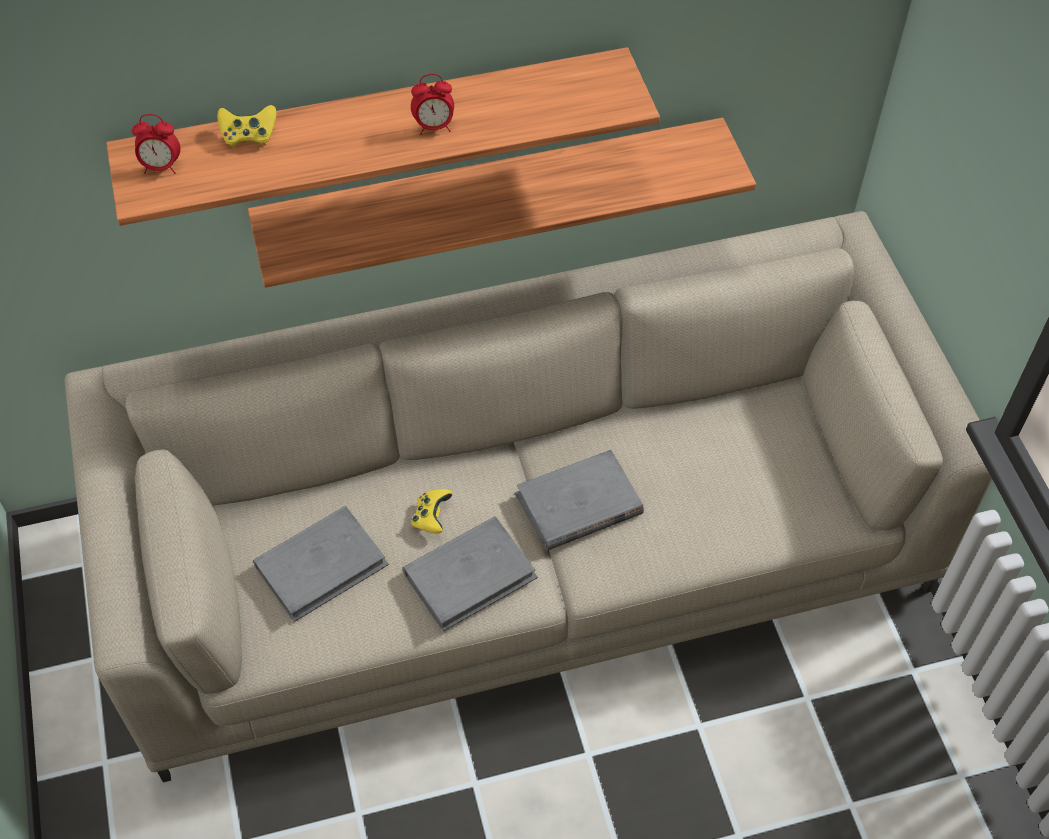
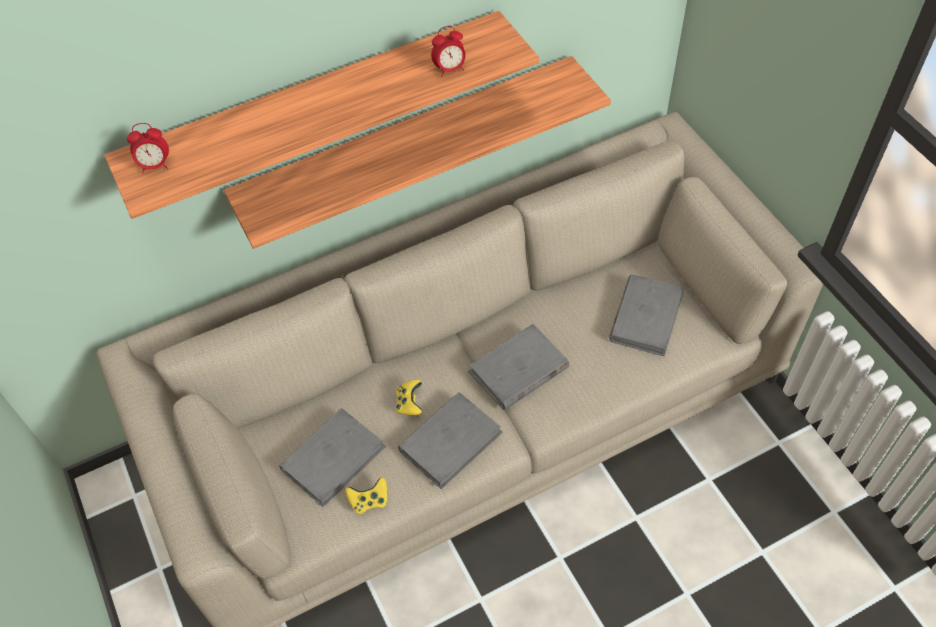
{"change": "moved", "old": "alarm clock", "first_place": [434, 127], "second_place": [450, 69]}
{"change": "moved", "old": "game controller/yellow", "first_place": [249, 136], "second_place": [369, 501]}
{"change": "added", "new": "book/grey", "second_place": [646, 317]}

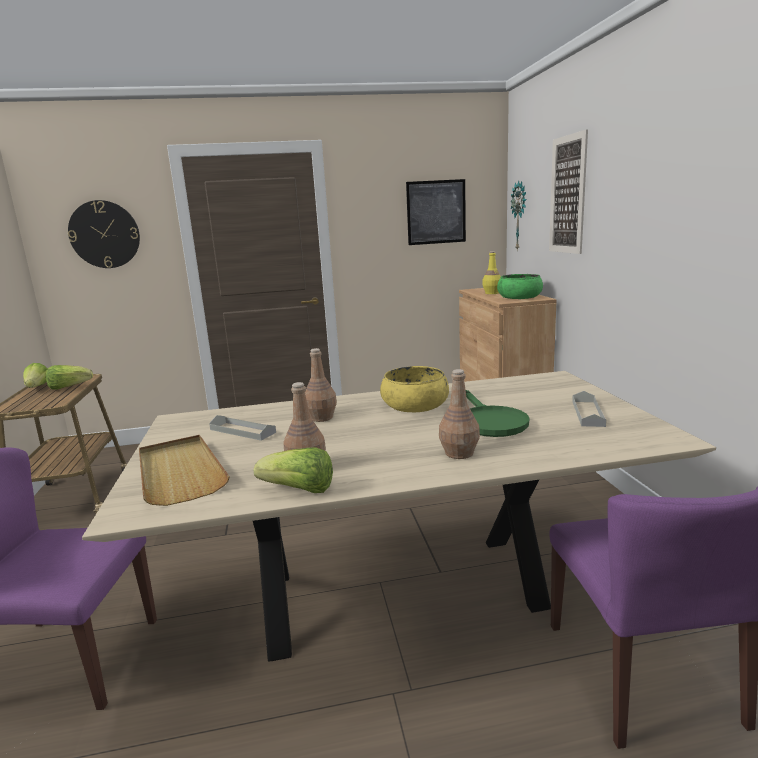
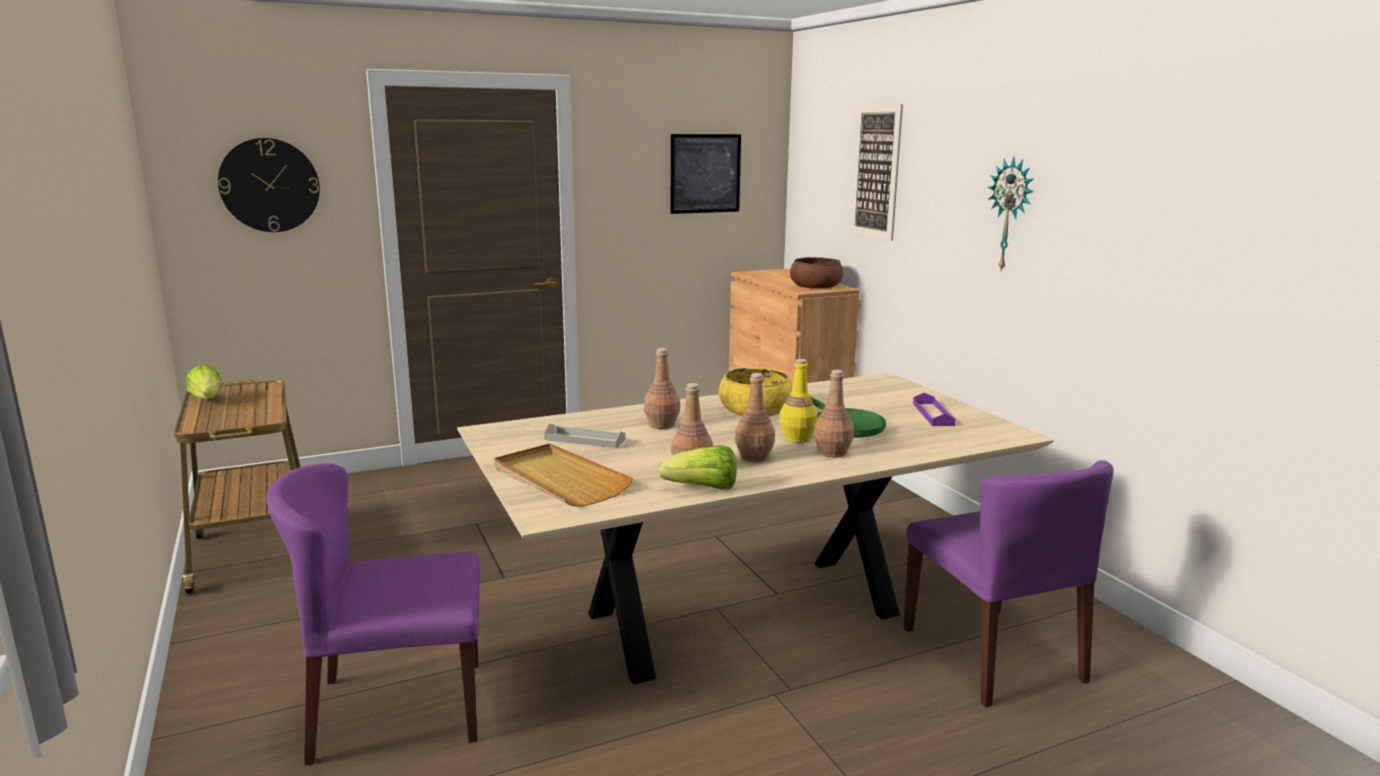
{"change": "moved", "old": "wall clock", "first_place": [520, 216], "second_place": [1011, 215]}
{"change": "moved", "old": "bottle/yellow", "first_place": [492, 293], "second_place": [797, 438]}
{"change": "recoloured", "old": "bowl/green", "new": "bowl/brown", "first_place": [519, 297], "second_place": [815, 286]}
{"change": "removed", "old": "lettuce", "first_place": [69, 387]}
{"change": "recoloured", "old": "tray/grey", "new": "tray/purple", "first_place": [588, 413], "second_place": [933, 414]}
{"change": "added", "new": "bottle/brown", "second_place": [753, 457]}

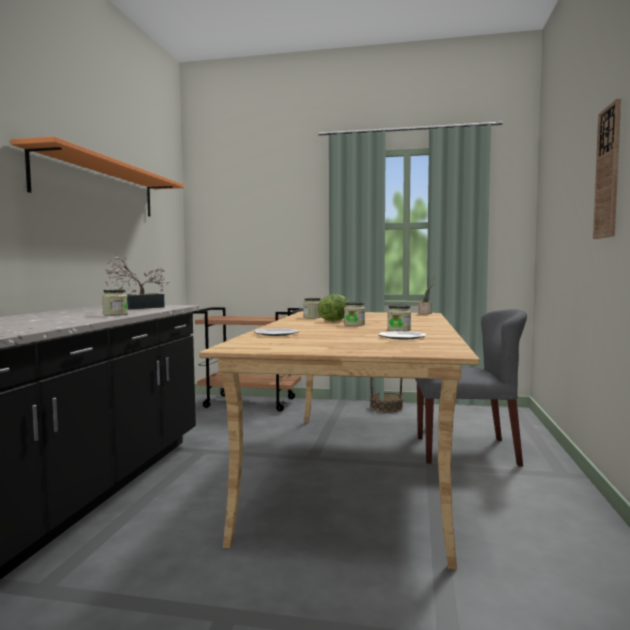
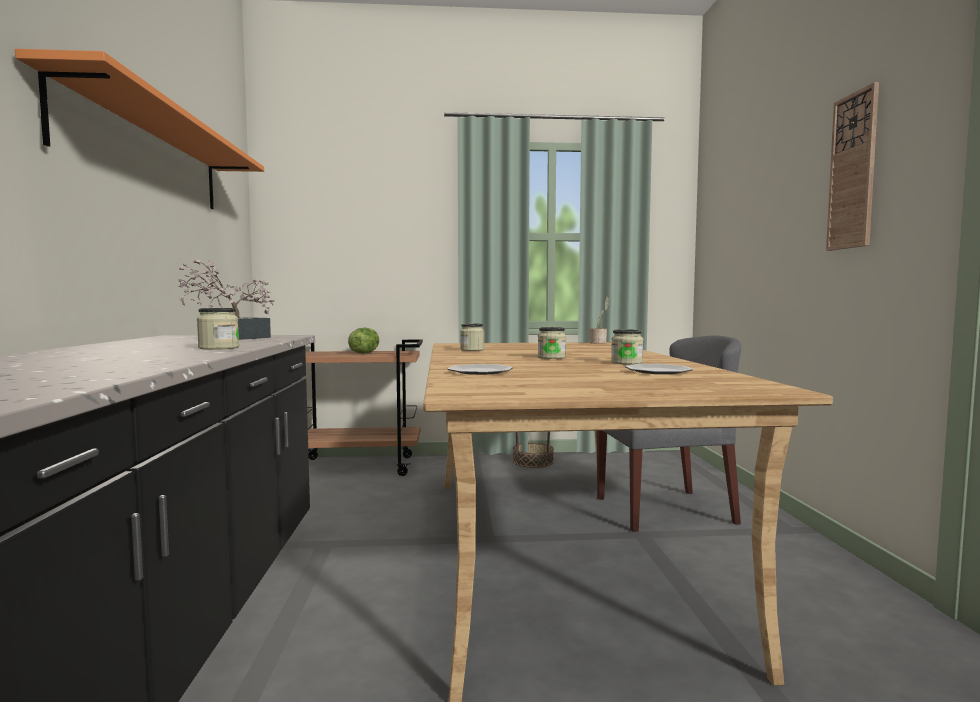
{"change": "moved", "old": "lettuce", "first_place": [334, 320], "second_place": [364, 353]}

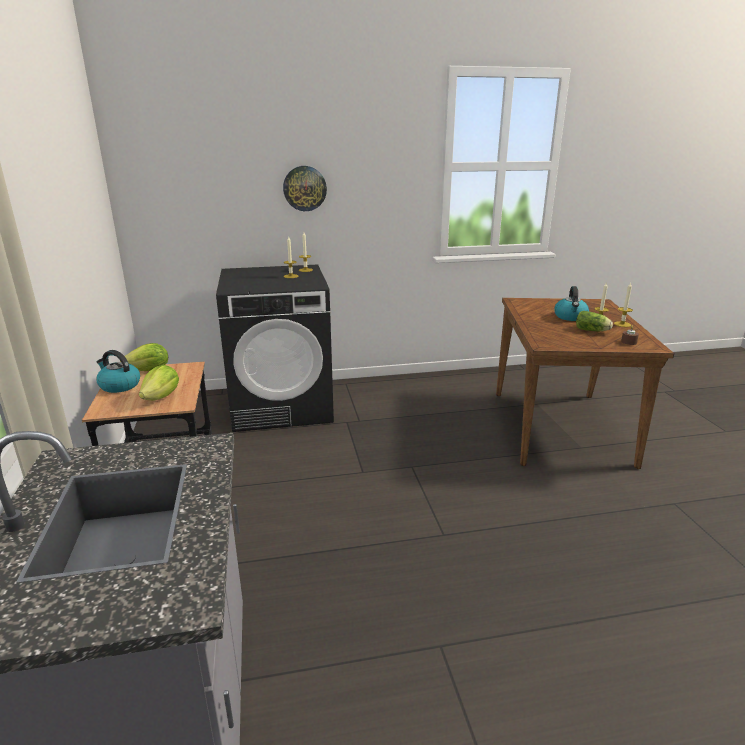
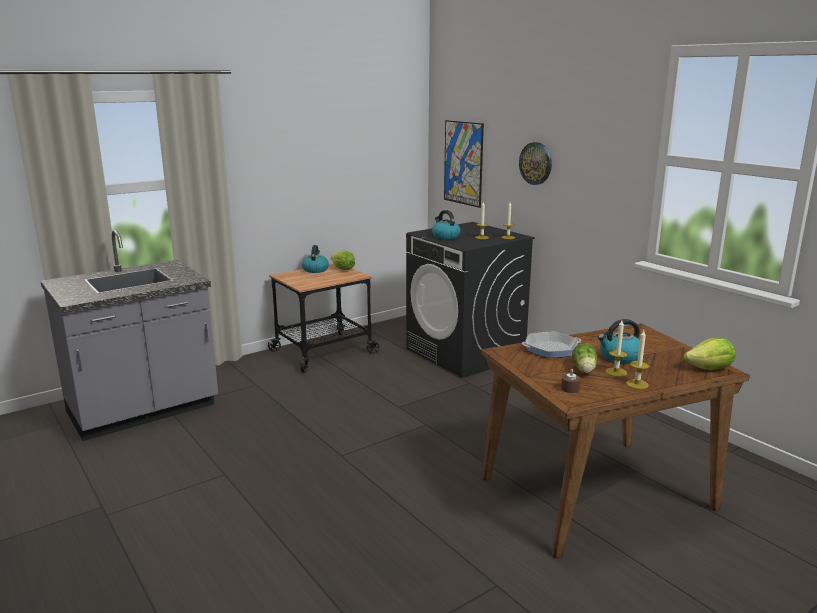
{"change": "moved", "old": "lettuce", "first_place": [162, 397], "second_place": [710, 369]}
{"change": "added", "new": "picture", "second_place": [463, 163]}
{"change": "added", "new": "kettle", "second_place": [445, 237]}
{"change": "added", "new": "frying pan", "second_place": [551, 349]}

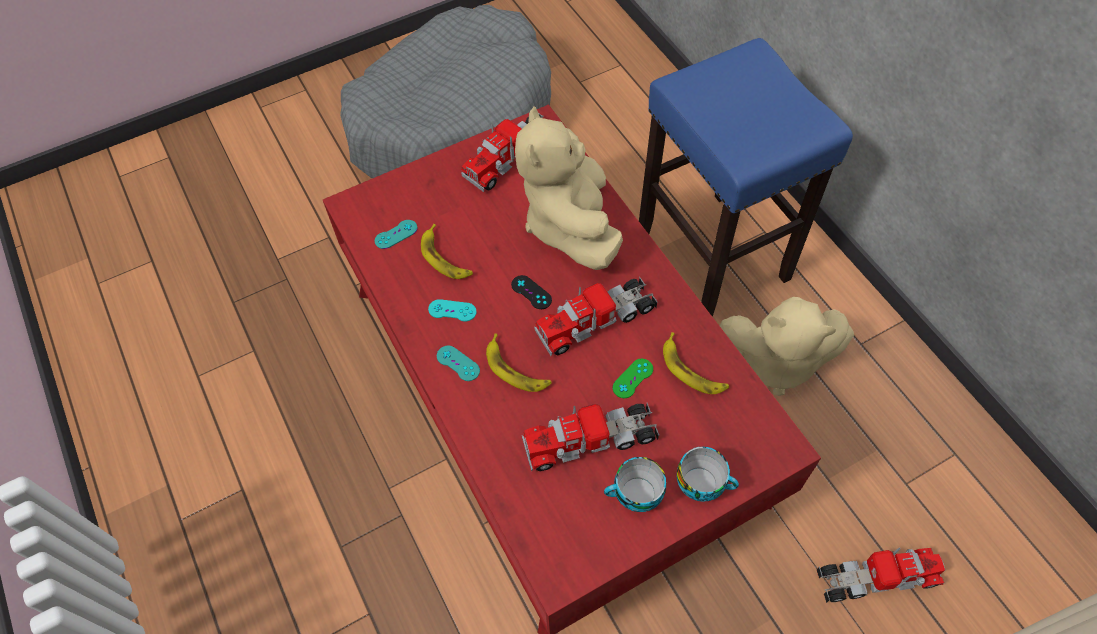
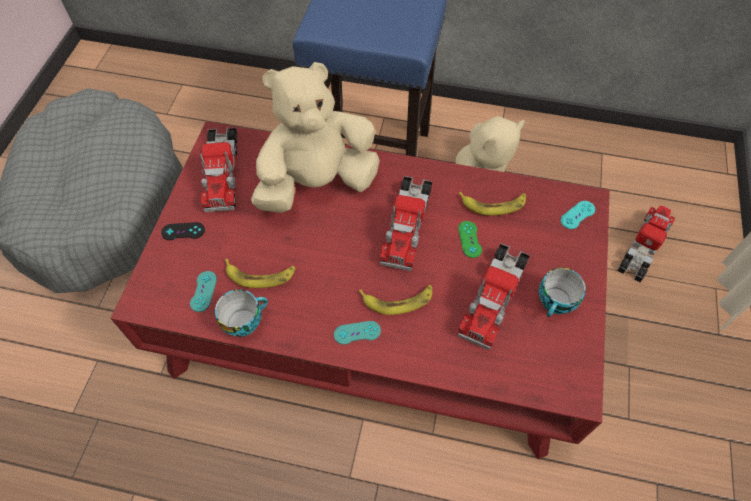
{"change": "turned", "old": "plush toy/beige", "first_place": [570, 224], "second_place": [317, 183], "degrees": 120}
{"change": "moved", "old": "game controller/black", "first_place": [531, 292], "second_place": [183, 231]}
{"change": "moved", "old": "game controller/turquoise", "first_place": [452, 310], "second_place": [577, 215]}
{"change": "moved", "old": "cup", "first_place": [702, 483], "second_place": [244, 321]}

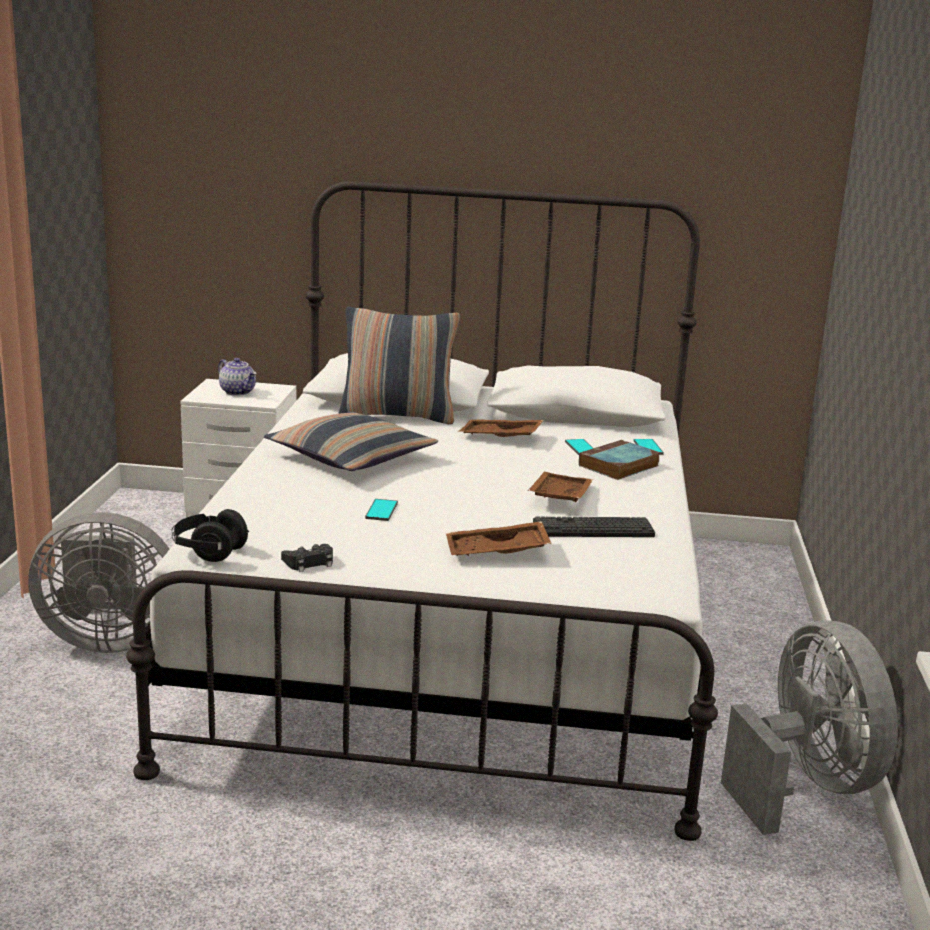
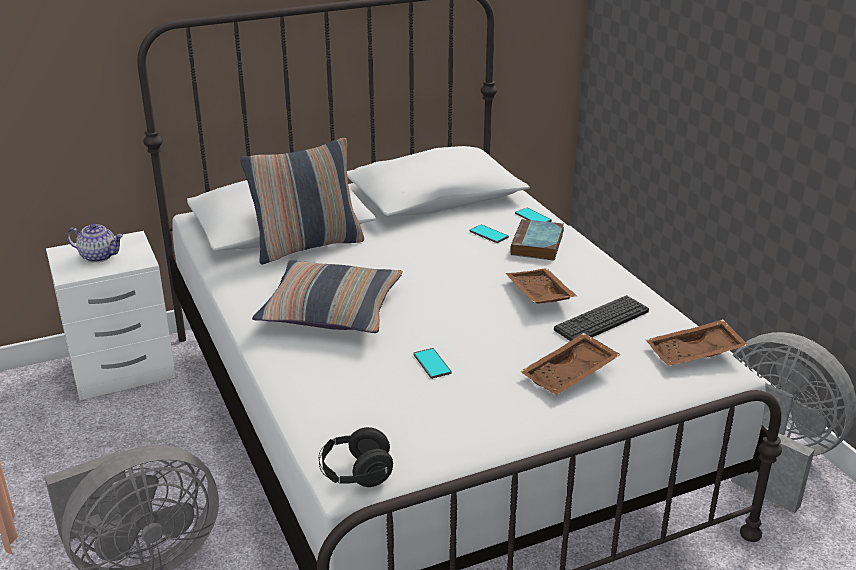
{"change": "moved", "old": "tray/brown", "first_place": [500, 437], "second_place": [695, 354]}
{"change": "removed", "old": "game controller/black", "first_place": [309, 563]}

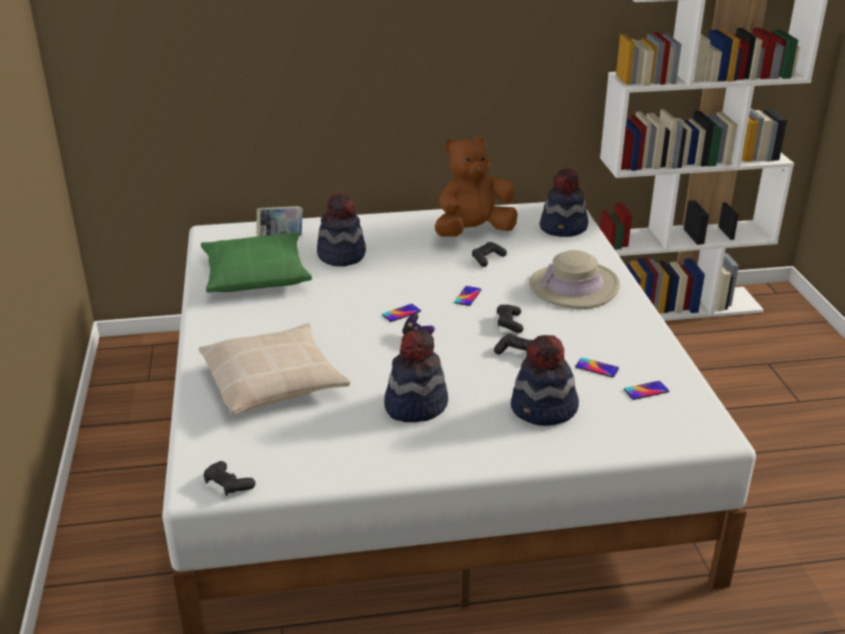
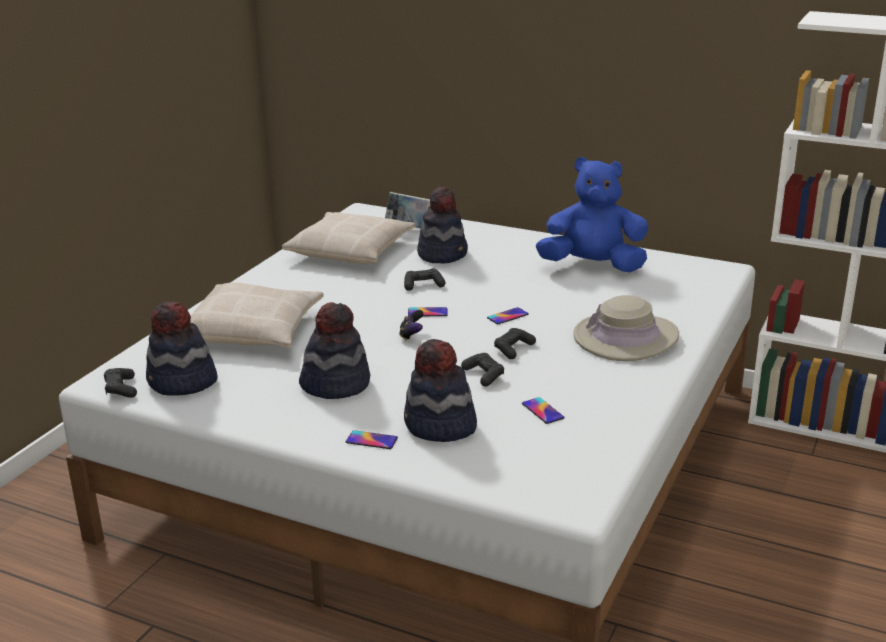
{"change": "recoloured", "old": "plush toy/brown", "new": "plush toy/blue", "first_place": [473, 232], "second_place": [593, 266]}
{"change": "moved", "old": "hat", "first_place": [564, 228], "second_place": [182, 382]}
{"change": "recoloured", "old": "pillow/green", "new": "pillow/beige", "first_place": [256, 274], "second_place": [351, 250]}
{"change": "moved", "old": "game controller/black", "first_place": [487, 259], "second_place": [423, 285]}
{"change": "moved", "old": "phone", "first_place": [646, 390], "second_place": [371, 440]}

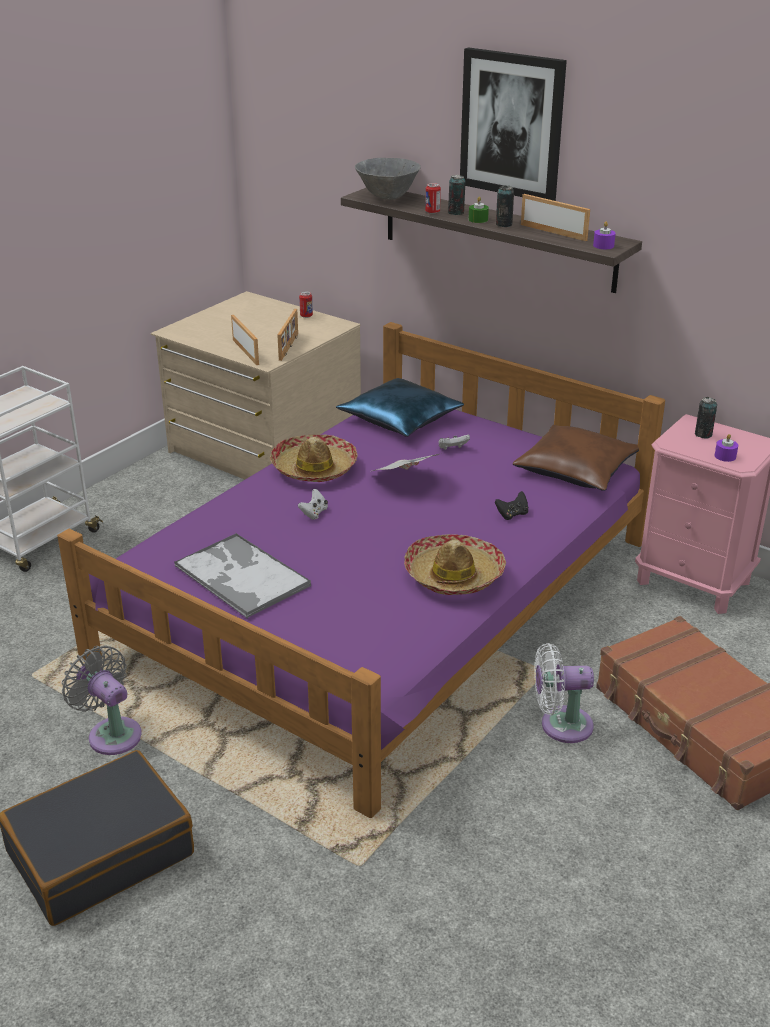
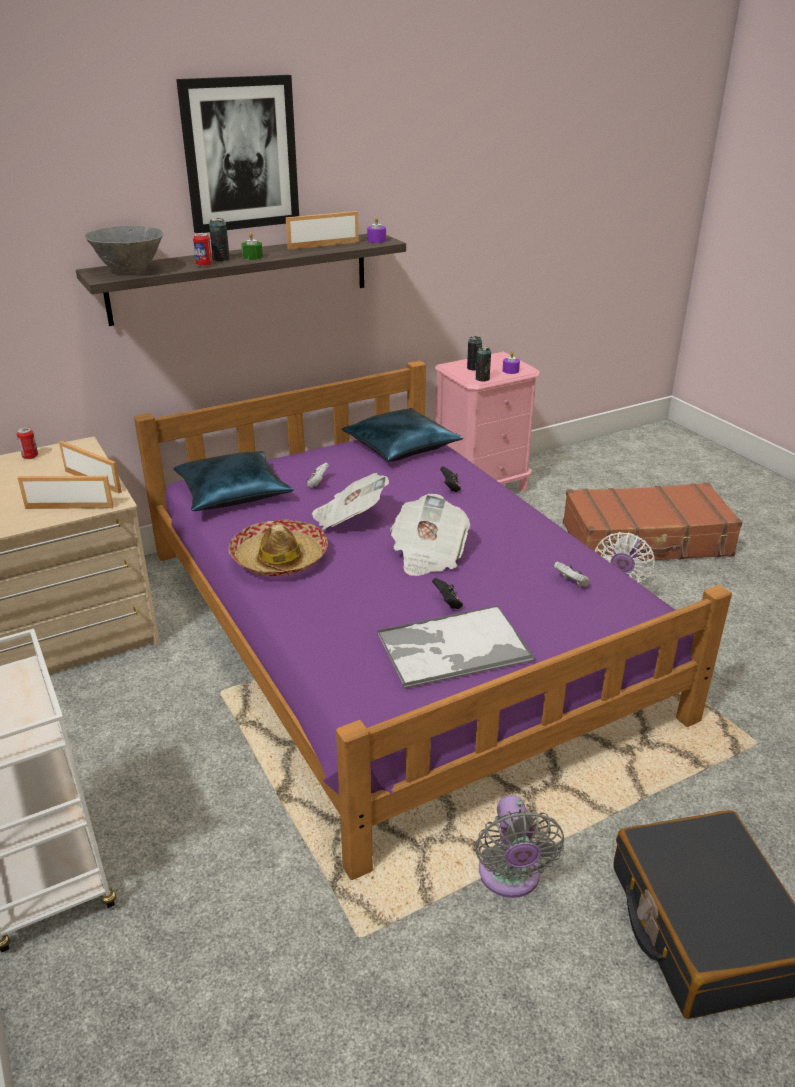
{"change": "moved", "old": "can", "first_place": [504, 224], "second_place": [482, 379]}
{"change": "recoloured", "old": "pillow/brown", "new": "pillow/blue", "first_place": [576, 469], "second_place": [400, 446]}
{"change": "moved", "old": "game controller/white", "first_place": [314, 513], "second_place": [571, 583]}
{"change": "removed", "old": "hat", "first_place": [454, 575]}
{"change": "turned", "old": "fan/grey", "first_place": [112, 733], "second_place": [510, 877], "degrees": -75}
{"change": "added", "new": "newspaper", "second_place": [428, 554]}
{"change": "added", "new": "game controller/black", "second_place": [448, 603]}

